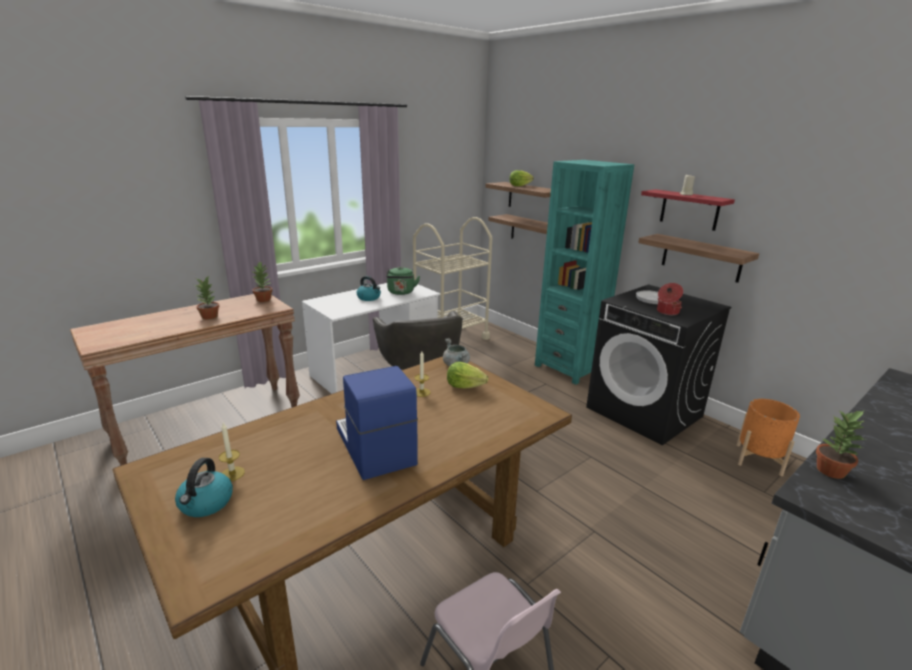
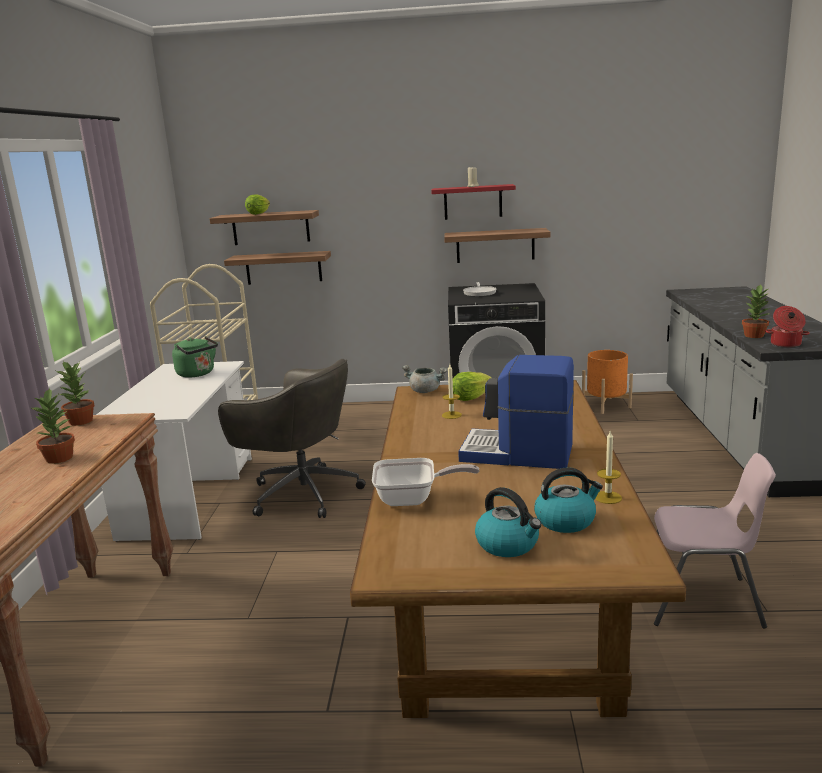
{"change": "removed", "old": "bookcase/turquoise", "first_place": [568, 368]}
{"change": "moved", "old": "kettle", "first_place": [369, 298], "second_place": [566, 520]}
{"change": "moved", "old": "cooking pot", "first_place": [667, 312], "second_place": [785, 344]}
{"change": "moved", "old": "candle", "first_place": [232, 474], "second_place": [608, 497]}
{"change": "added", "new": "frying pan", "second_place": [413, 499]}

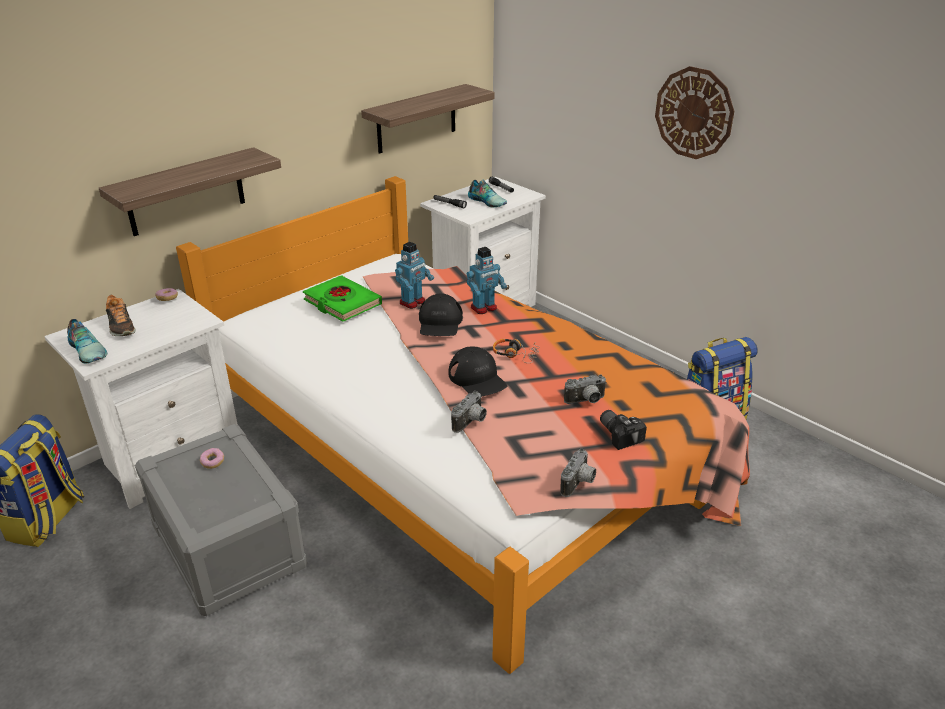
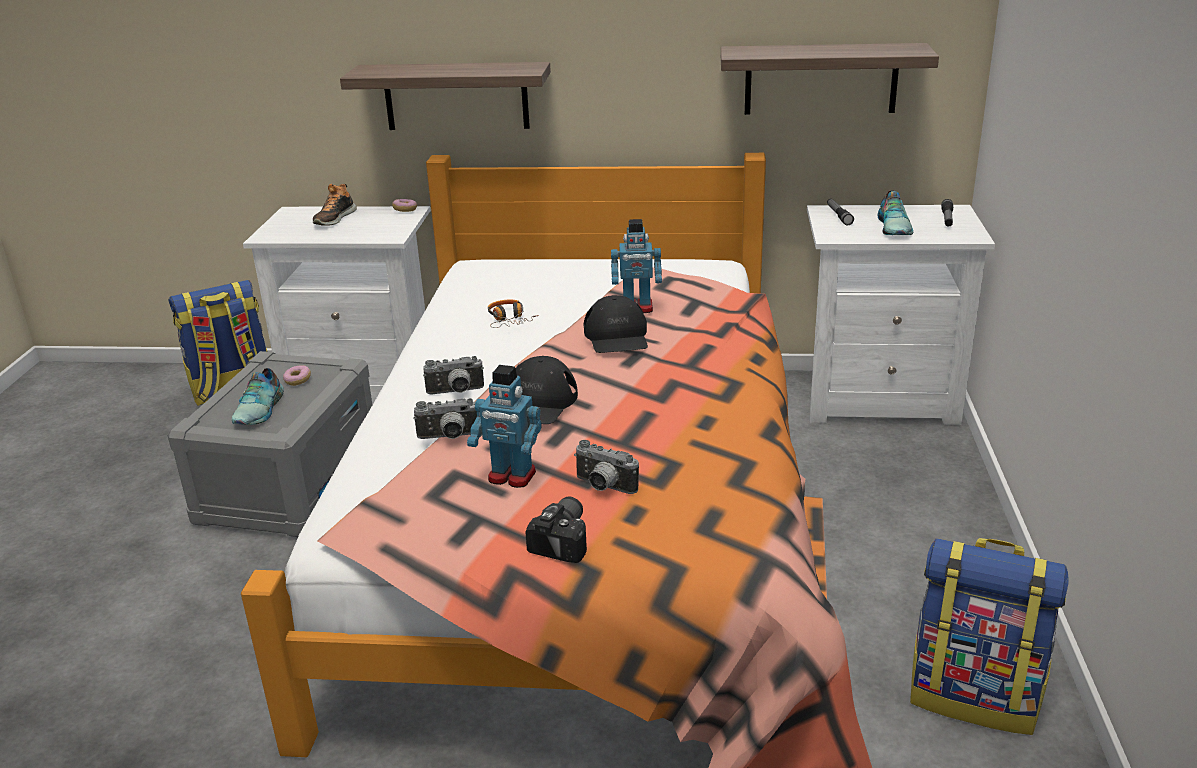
{"change": "removed", "old": "wall clock", "first_place": [694, 113]}
{"change": "moved", "old": "toy robot", "first_place": [484, 308], "second_place": [511, 477]}
{"change": "removed", "old": "book/green", "first_place": [342, 303]}
{"change": "turned", "old": "cap/black", "first_place": [440, 323], "second_place": [617, 336], "degrees": -60}
{"change": "moved", "old": "shoe", "first_place": [89, 350], "second_place": [261, 410]}
{"change": "moved", "old": "headphones", "first_place": [515, 354], "second_place": [509, 320]}
{"change": "moved", "old": "photo camera", "first_place": [579, 484], "second_place": [456, 392]}

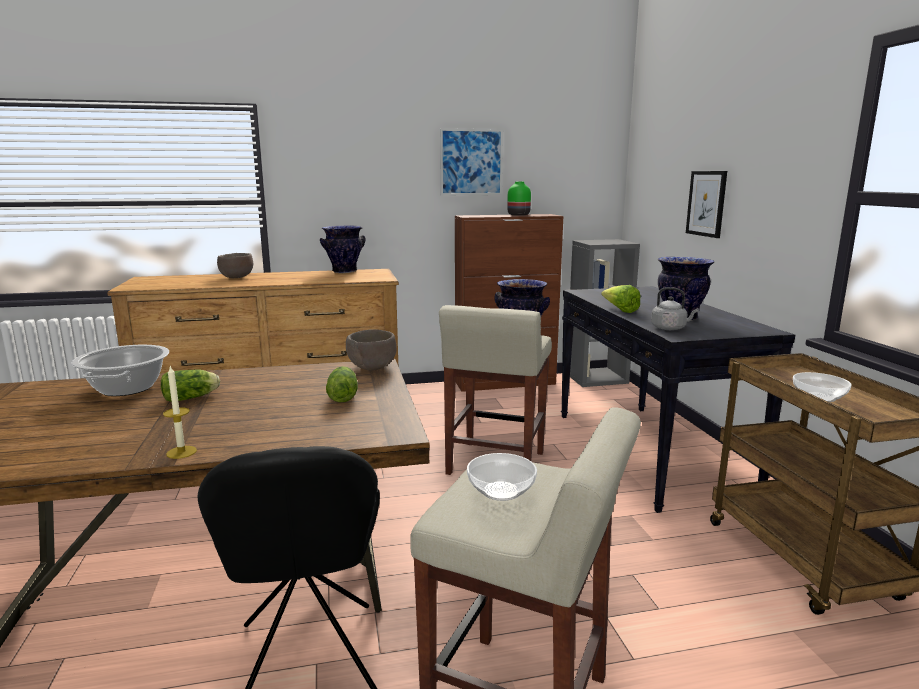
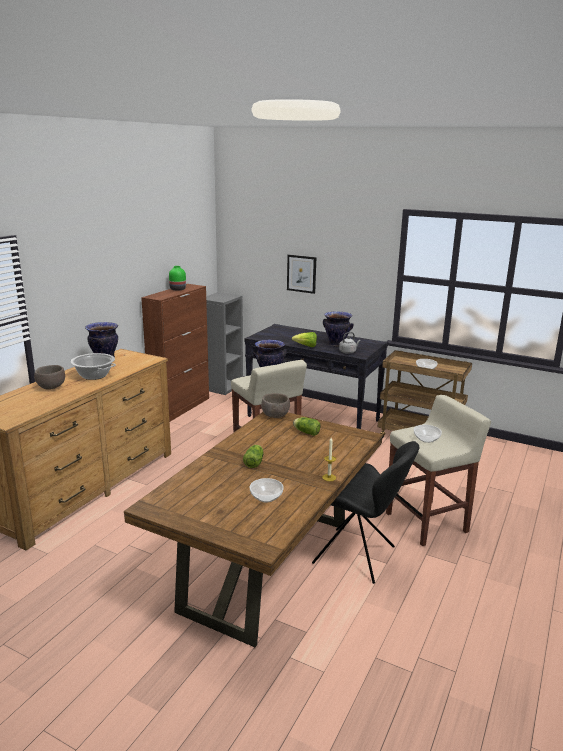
{"change": "removed", "old": "picture", "first_place": [471, 162]}
{"change": "moved", "old": "cooking pot", "first_place": [126, 388], "second_place": [94, 375]}
{"change": "added", "new": "bowl", "second_place": [265, 497]}

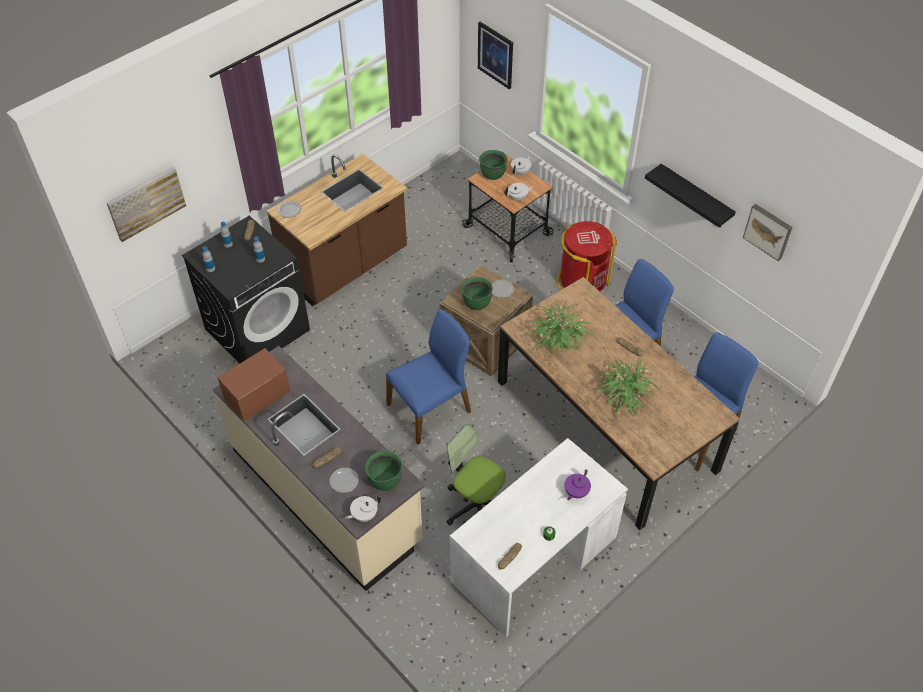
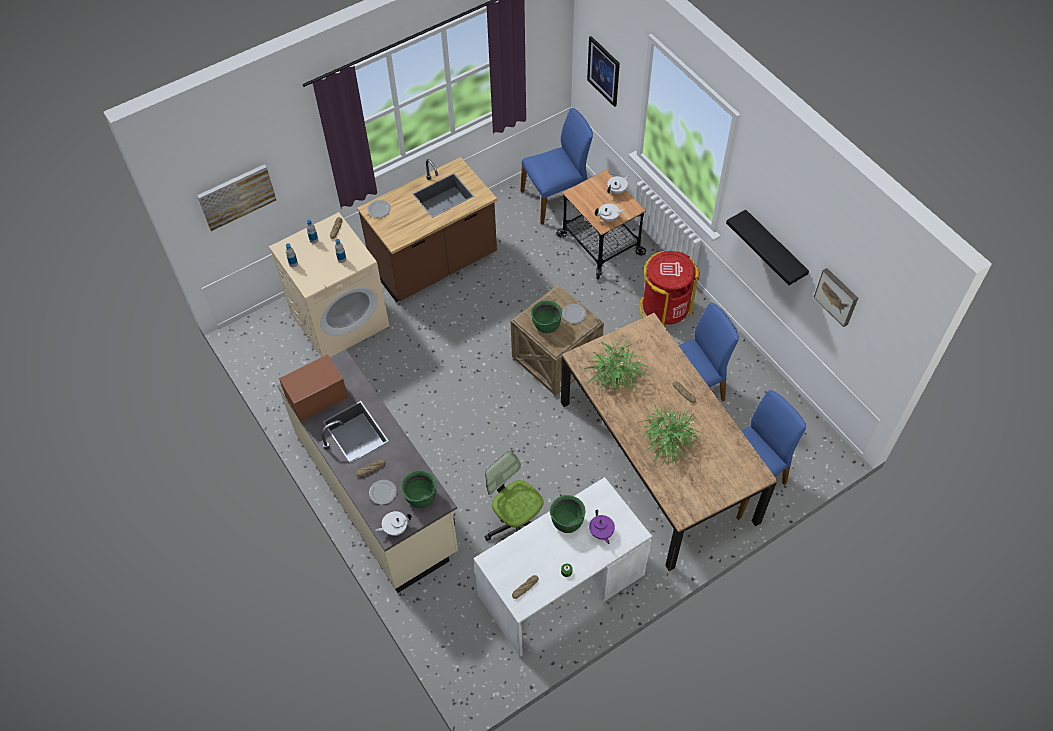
{"change": "moved", "old": "cooking pot/green", "first_place": [492, 174], "second_place": [567, 521]}
{"change": "recoloured", "old": "washing machine/black", "new": "washing machine/beige", "first_place": [257, 329], "second_place": [340, 319]}
{"change": "moved", "old": "chair/blue", "first_place": [430, 408], "second_place": [556, 198]}
{"change": "turned", "old": "teapot/purple", "first_place": [576, 492], "second_place": [601, 532], "degrees": -60}

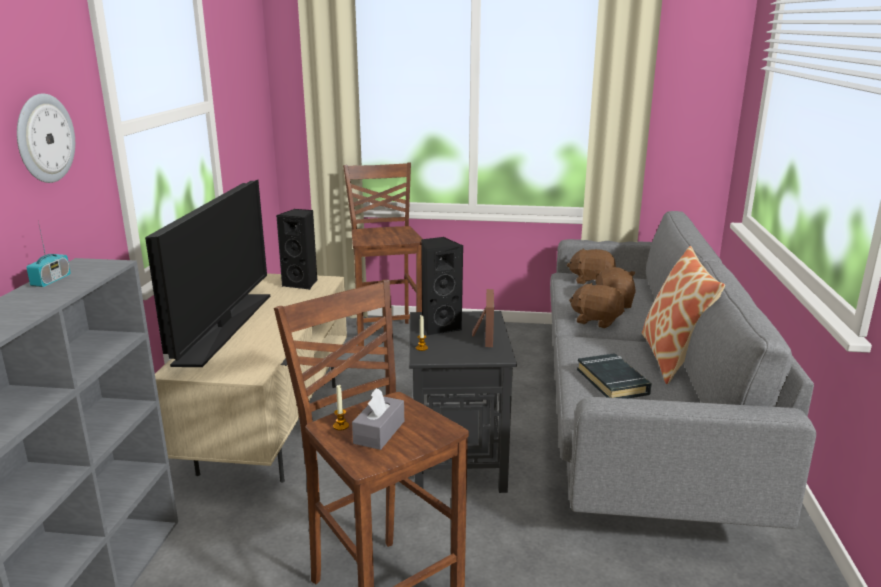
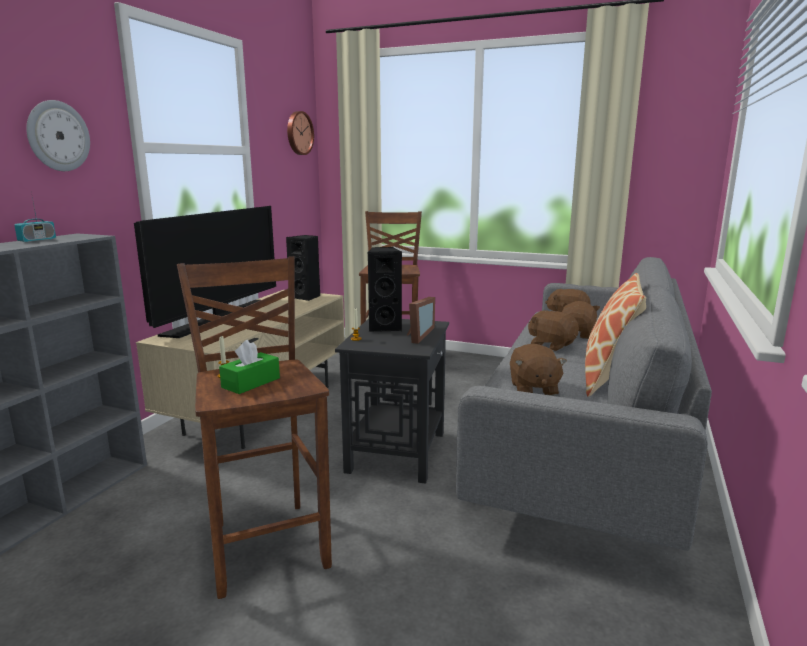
{"change": "replaced", "old": "book/black", "new": "plush toy/brown", "first_place": [613, 382], "second_place": [533, 389]}
{"change": "recoloured", "old": "tissue box/grey", "new": "tissue box/green", "first_place": [379, 432], "second_place": [251, 383]}
{"change": "added", "new": "wall clock", "second_place": [298, 133]}

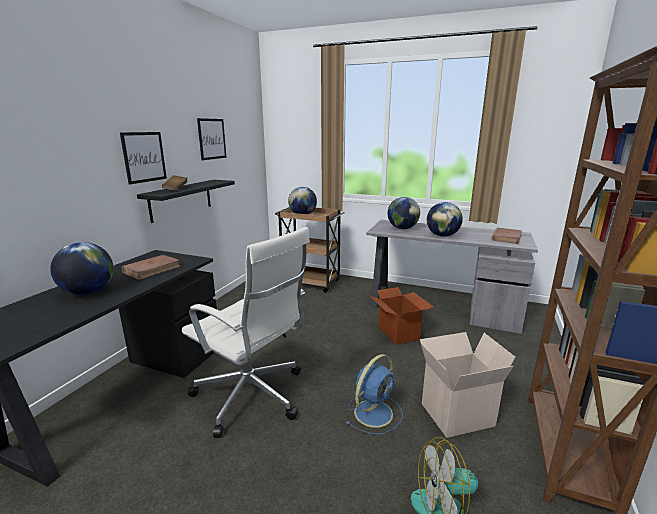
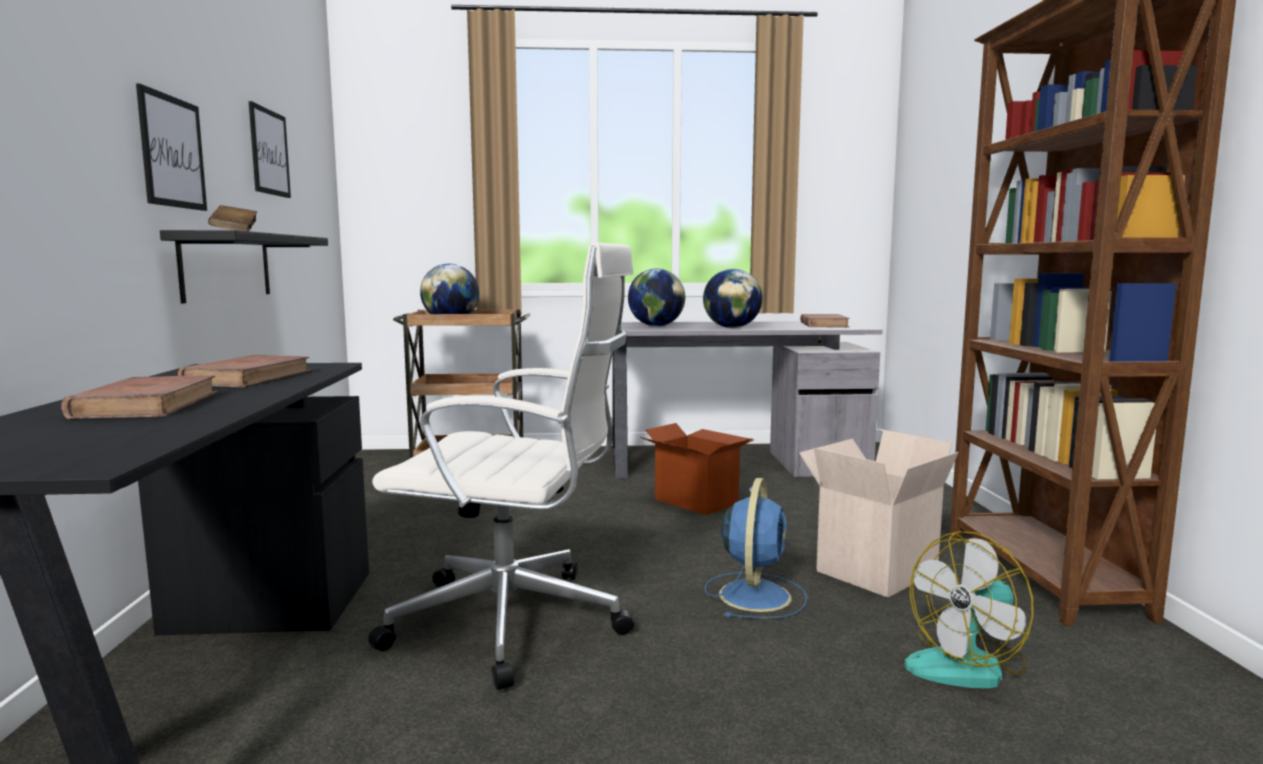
{"change": "replaced", "old": "globe", "new": "book/brown", "first_place": [88, 292], "second_place": [147, 405]}

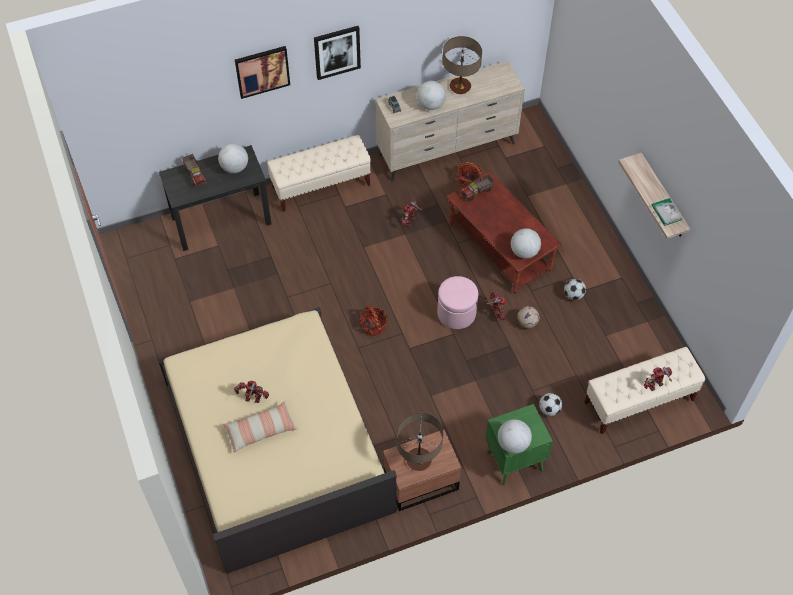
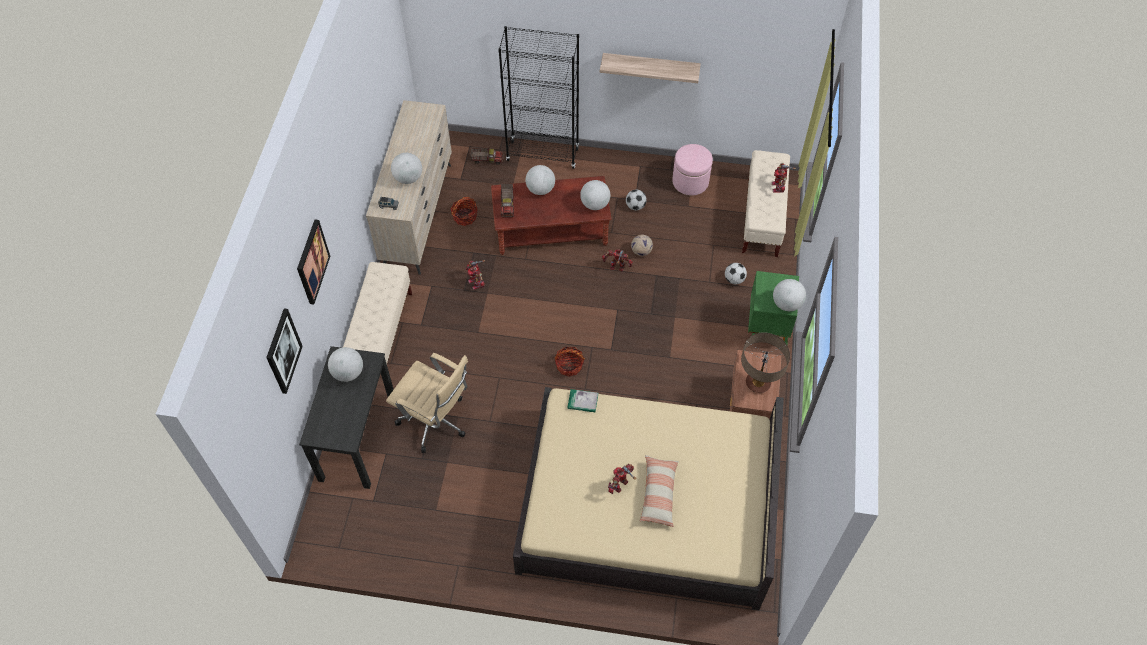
{"change": "moved", "old": "picture", "first_place": [337, 52], "second_place": [283, 351]}
{"change": "removed", "old": "table lamp", "first_place": [460, 87]}
{"change": "moved", "old": "toy truck", "first_place": [195, 175], "second_place": [487, 159]}
{"change": "moved", "old": "book", "first_place": [666, 213], "second_place": [582, 401]}
{"change": "moved", "old": "ottoman/pink", "first_place": [456, 313], "second_place": [690, 181]}
{"change": "added", "new": "bookcase/black", "second_place": [543, 154]}
{"change": "added", "new": "globe", "second_place": [540, 189]}
{"change": "added", "new": "office chair/beige", "second_place": [436, 422]}

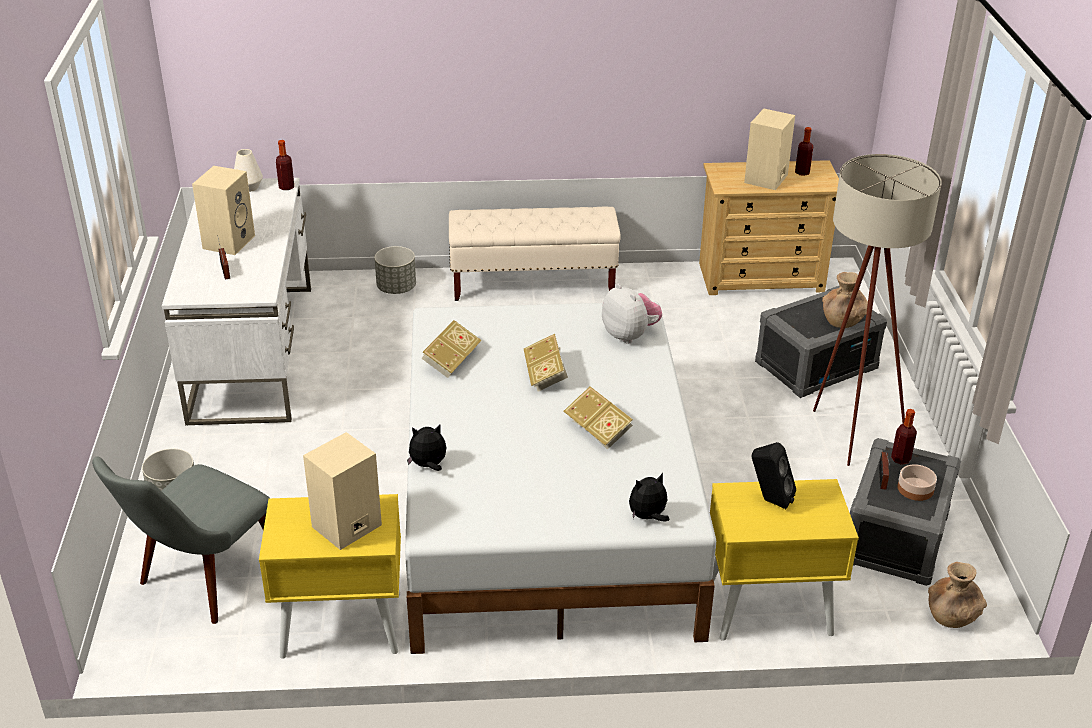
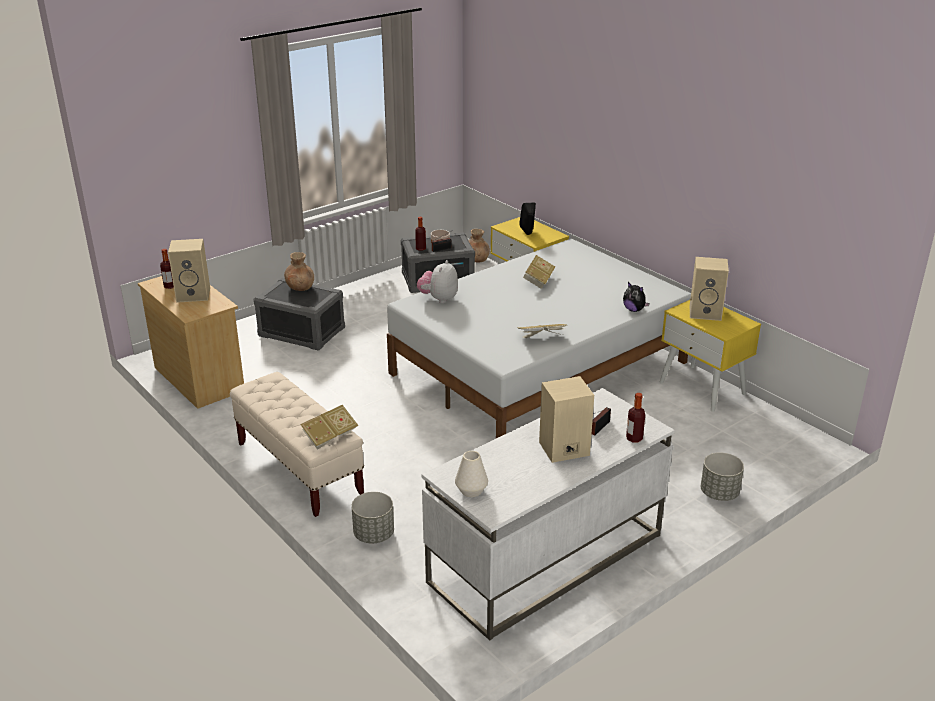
{"change": "moved", "old": "bottle", "first_place": [286, 187], "second_place": [634, 438]}
{"change": "removed", "old": "floor lamp/beige", "first_place": [847, 430]}
{"change": "moved", "old": "book", "first_place": [545, 375], "second_place": [329, 437]}
{"change": "removed", "old": "chair/grey", "first_place": [201, 583]}
{"change": "removed", "old": "plush toy", "first_place": [648, 517]}

